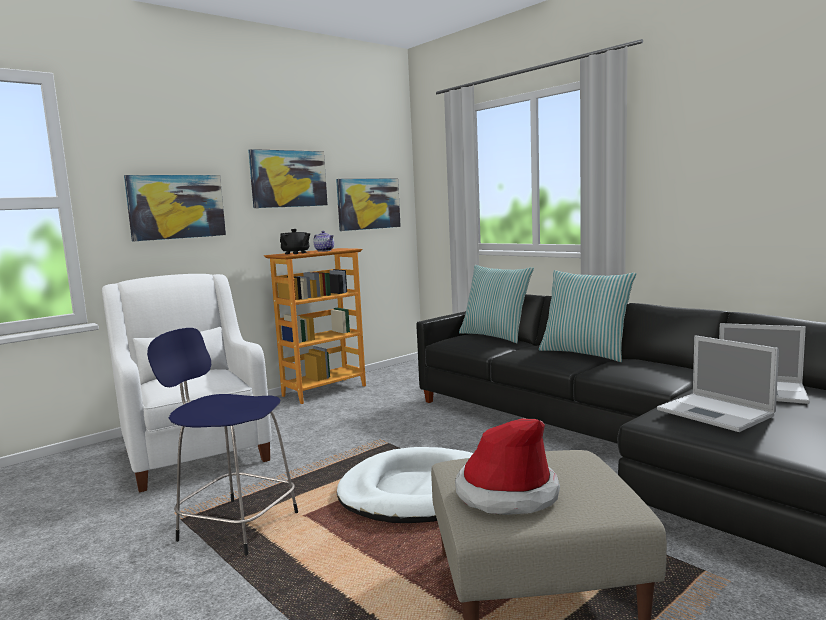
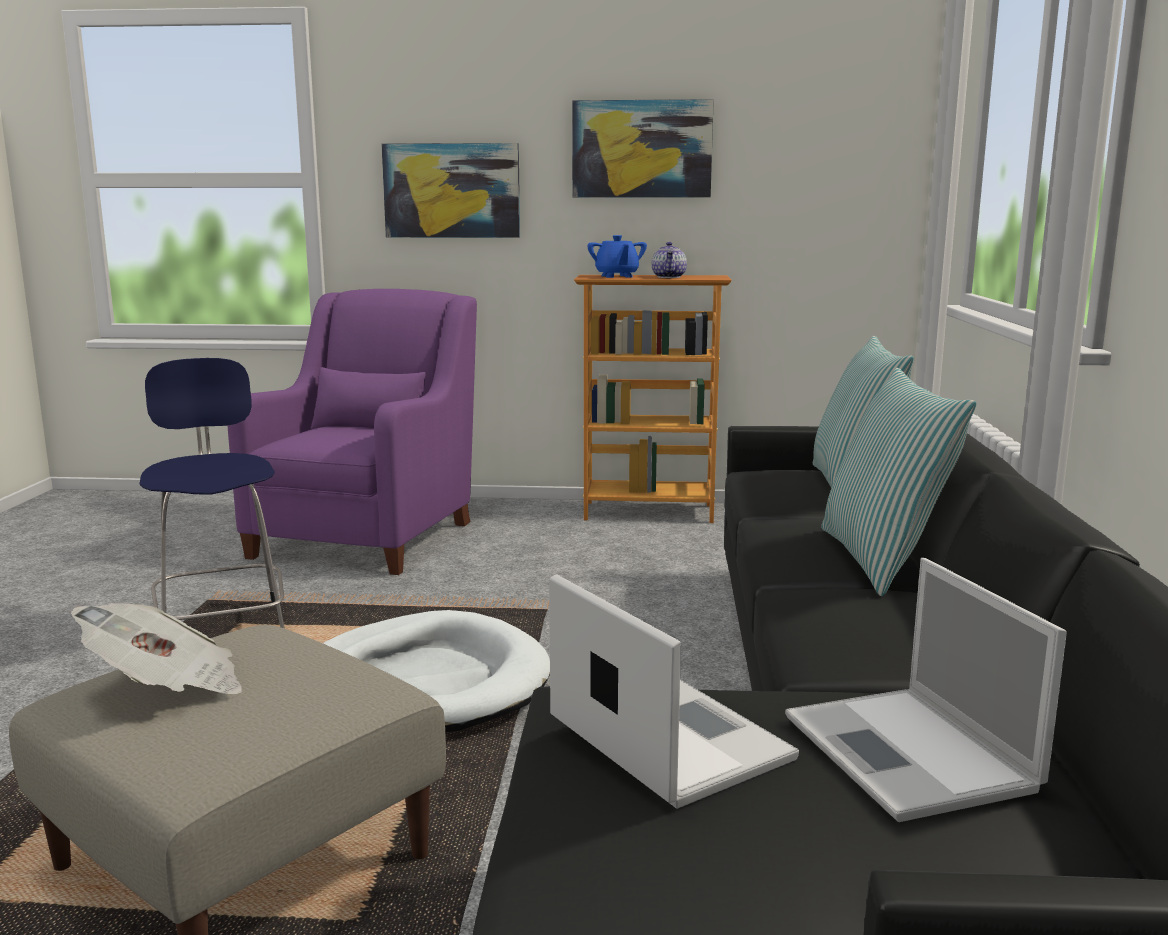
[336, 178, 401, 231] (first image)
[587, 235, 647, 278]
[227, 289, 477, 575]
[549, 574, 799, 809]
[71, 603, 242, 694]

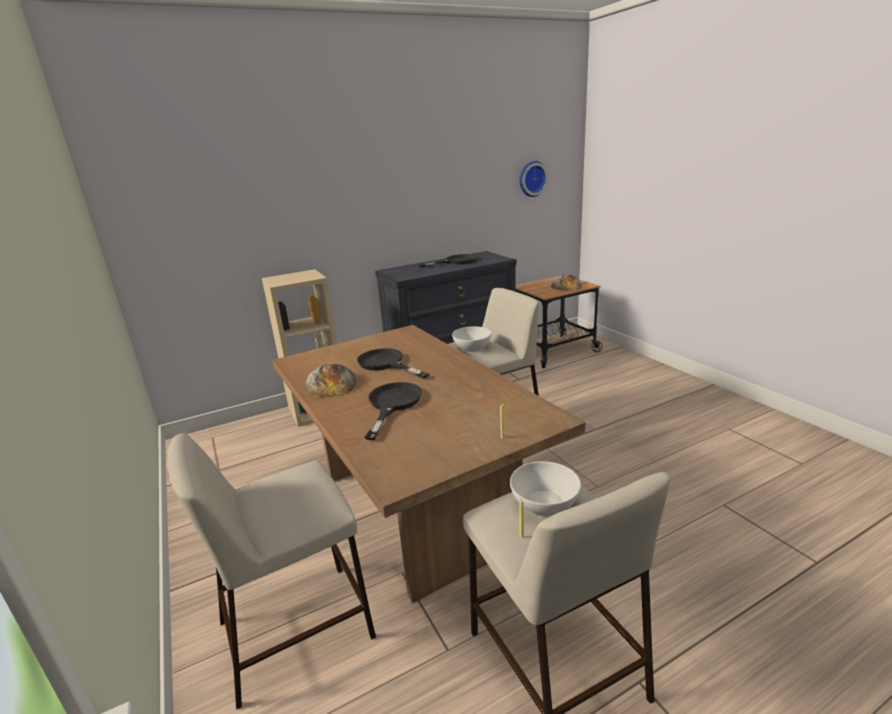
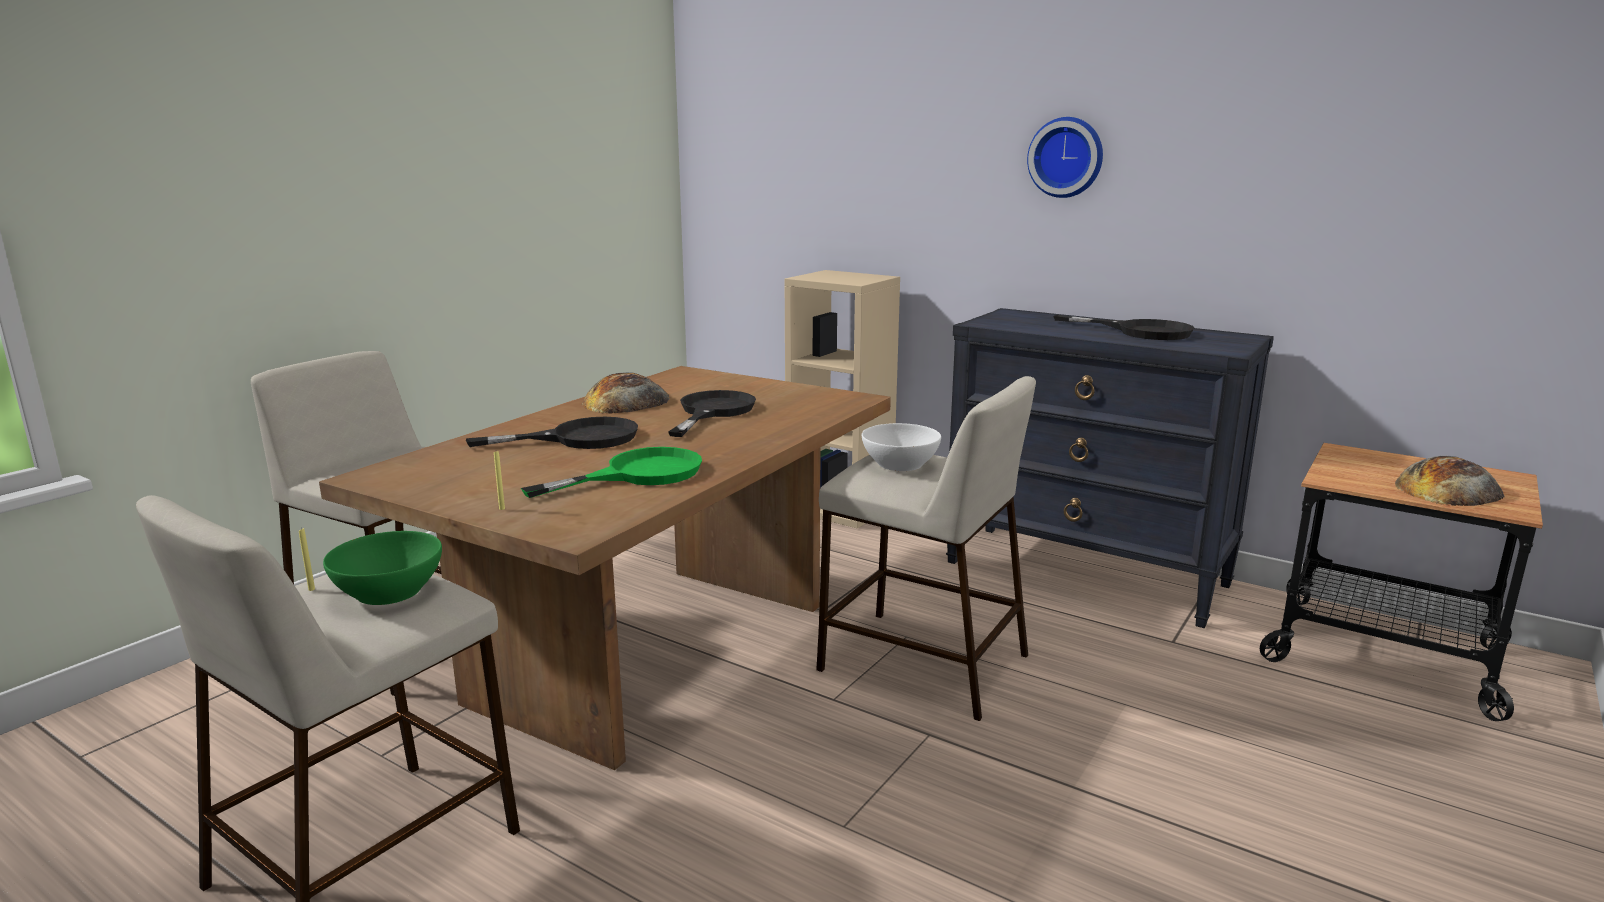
[1027, 117, 1103, 198]
[323, 531, 442, 605]
[521, 447, 702, 498]

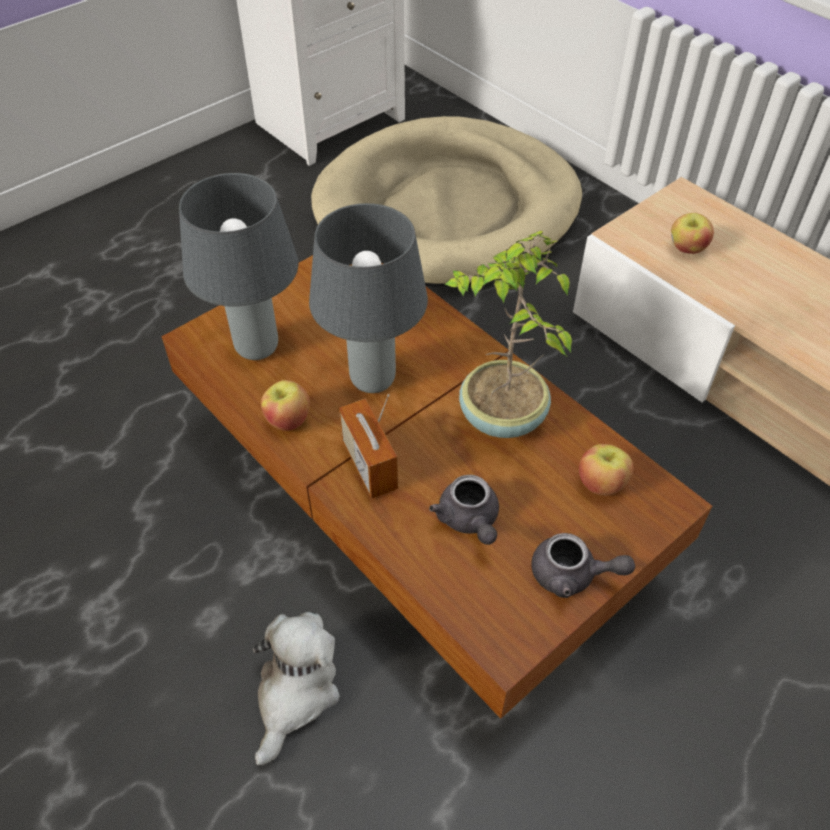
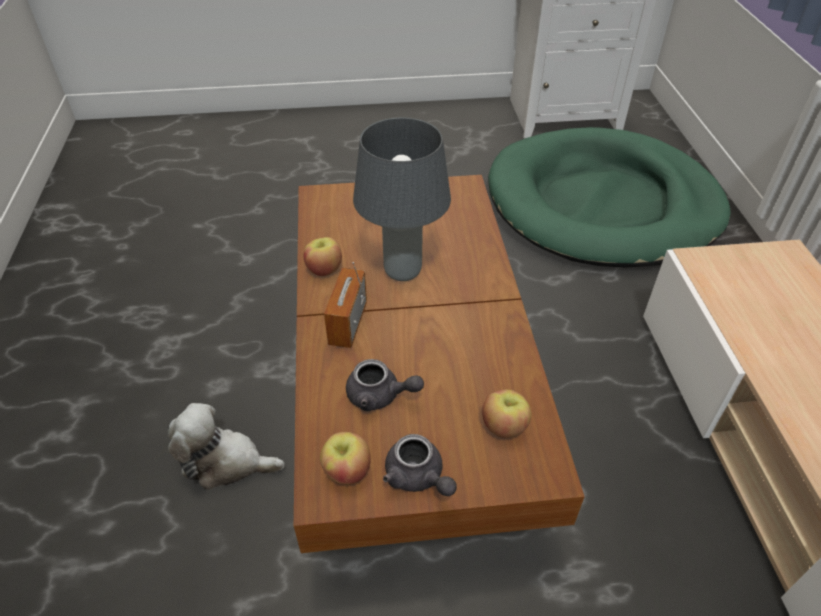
[488, 127, 731, 268]
[179, 173, 298, 360] (first image)
[320, 432, 371, 485]
[444, 230, 572, 438] (first image)
[346, 359, 424, 411]
[168, 403, 285, 490]

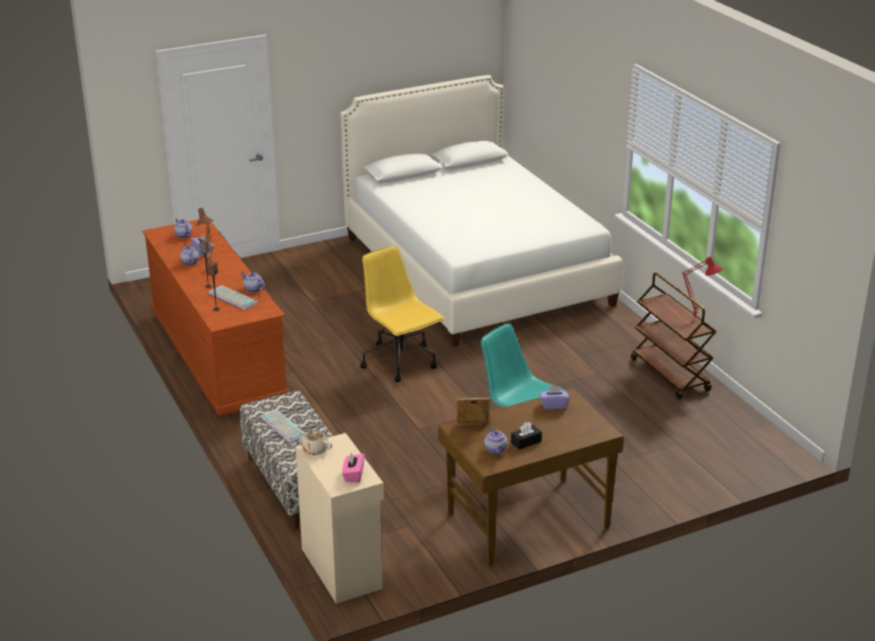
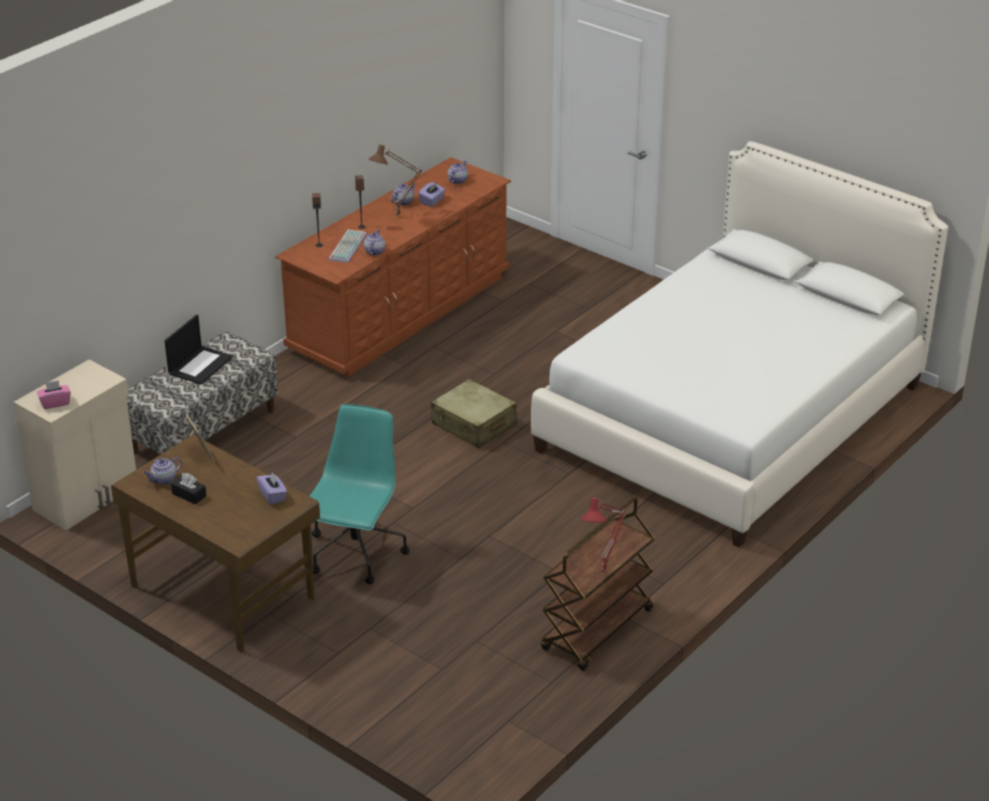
[431, 379, 517, 448]
[165, 314, 233, 385]
[296, 429, 332, 455] (first image)

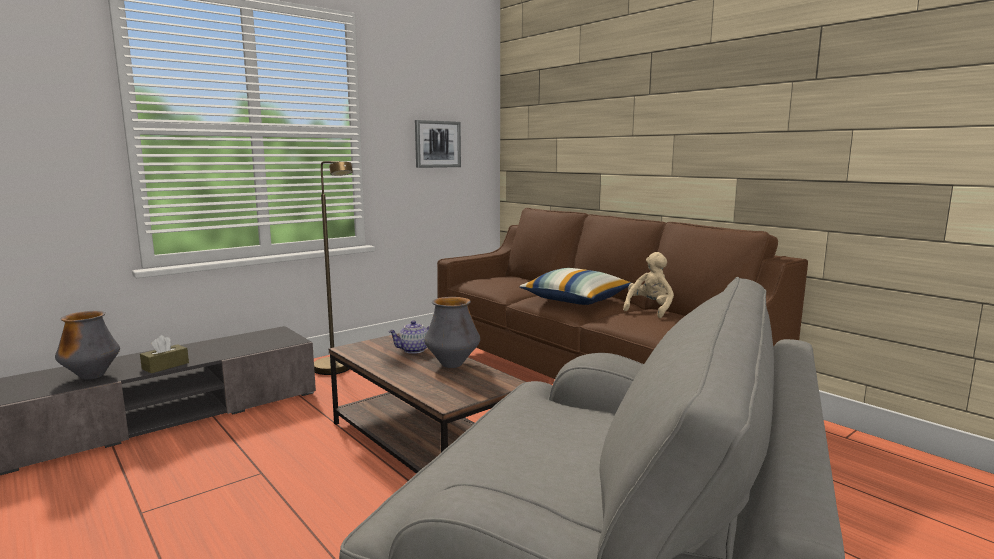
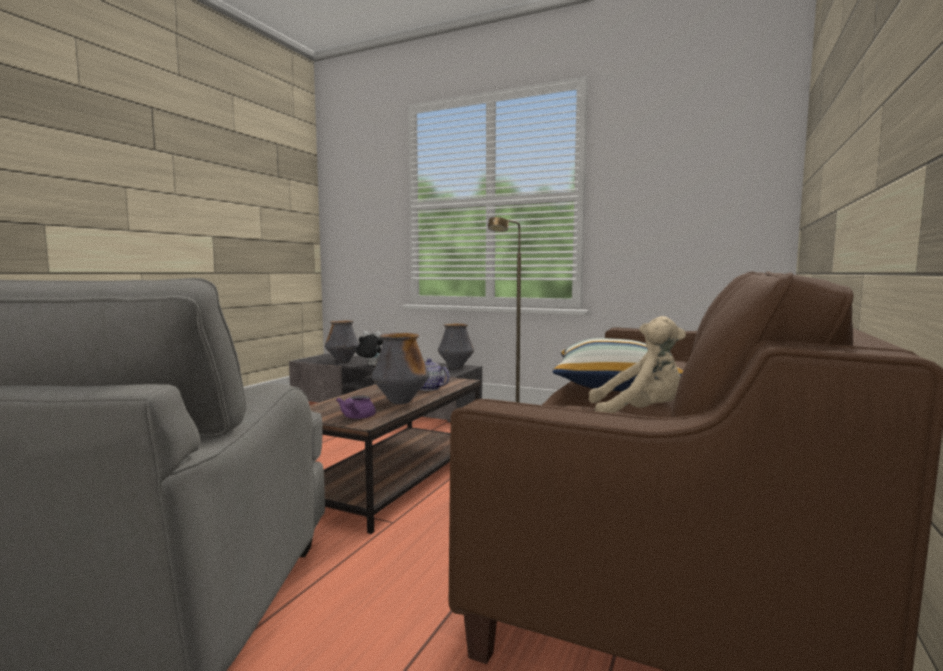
[415, 120, 461, 168] (first image)
[356, 331, 383, 366]
[438, 324, 474, 368]
[336, 395, 376, 419]

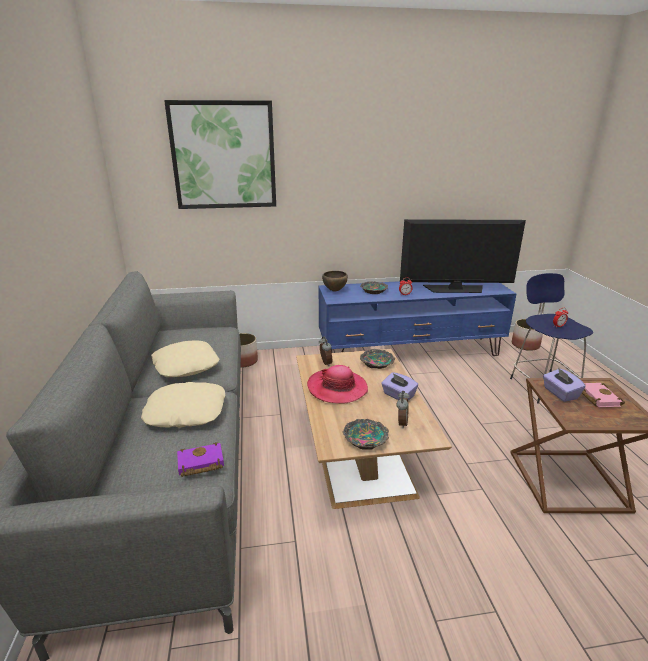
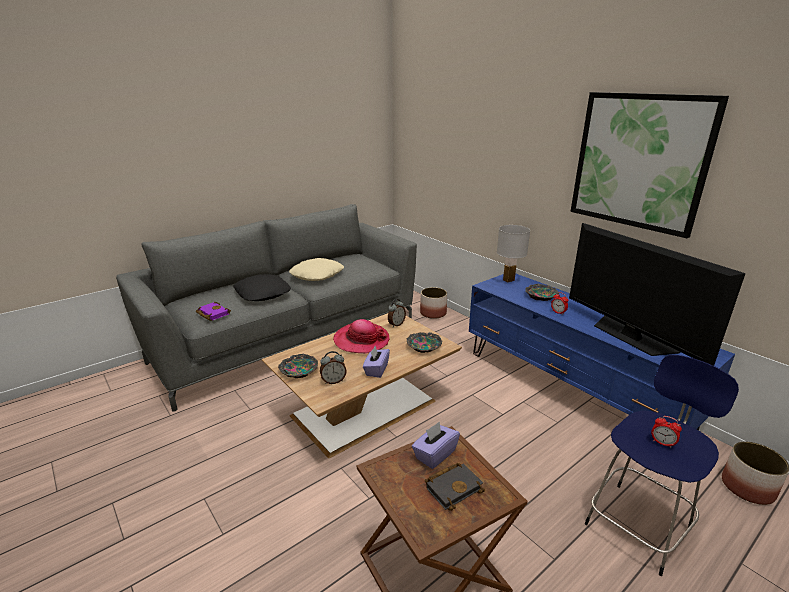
[570, 92, 729, 238]
[497, 225, 530, 283]
[233, 274, 291, 301]
[425, 463, 485, 511]

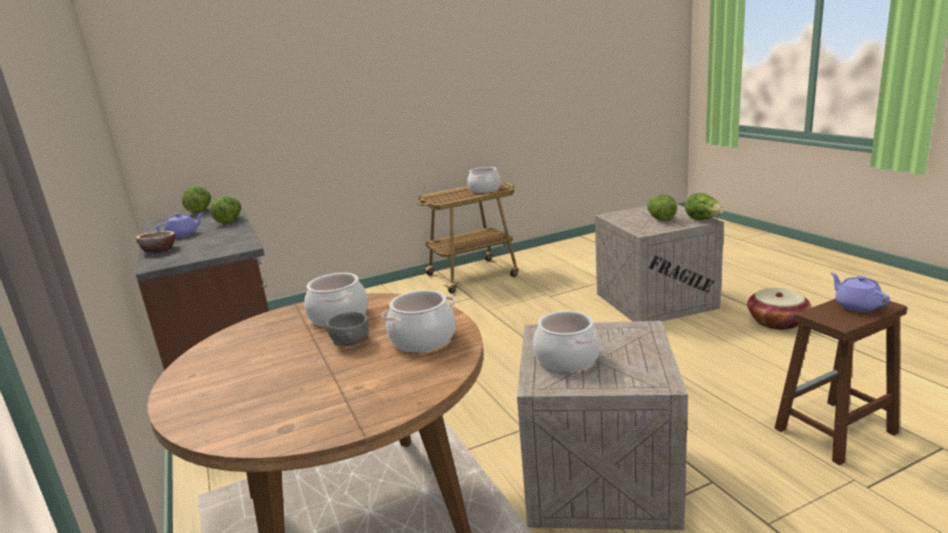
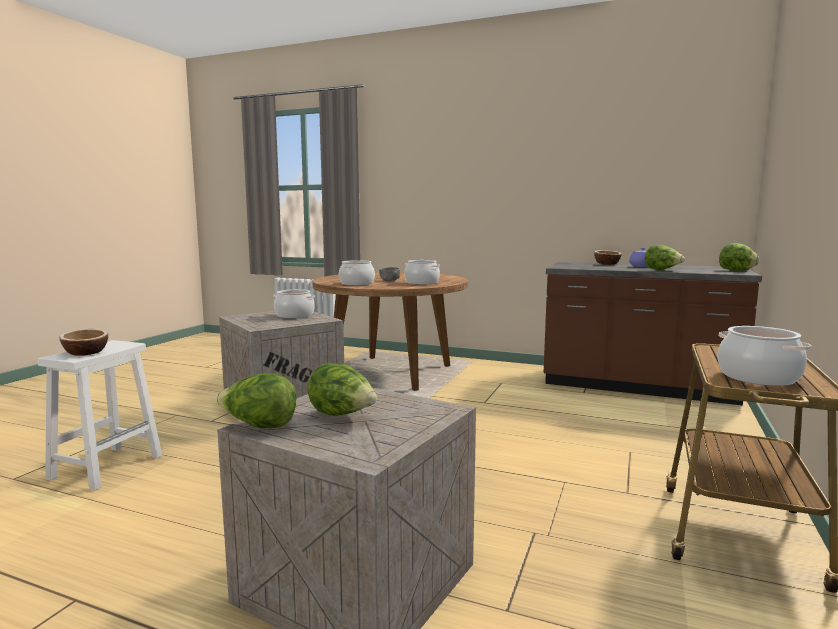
[59, 329, 108, 356]
[747, 288, 812, 330] (first image)
[38, 340, 162, 491]

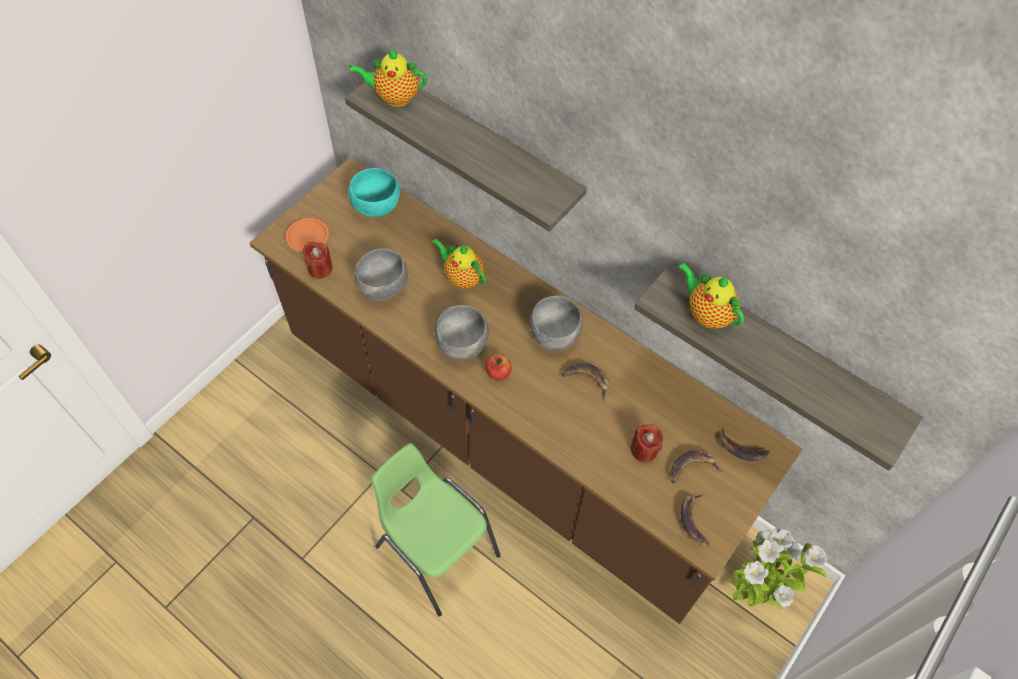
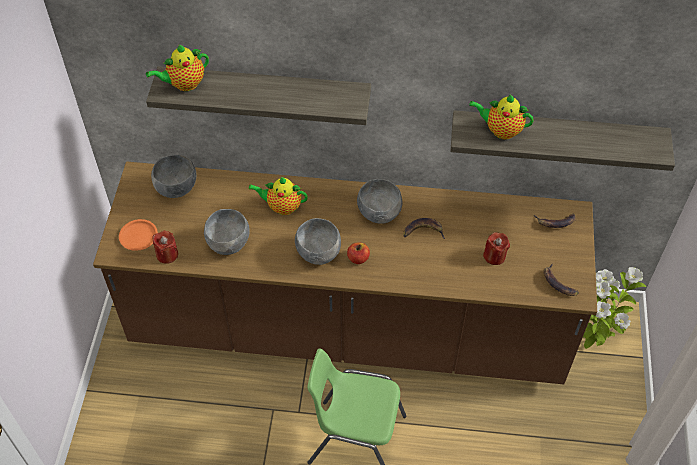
[151, 155, 196, 198]
[670, 450, 722, 483] (first image)

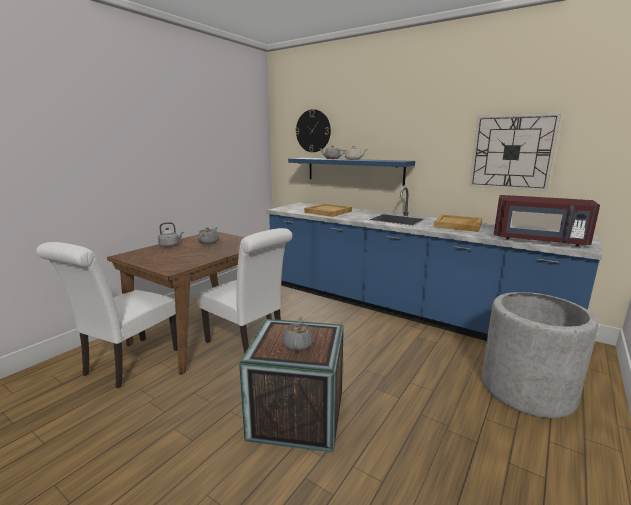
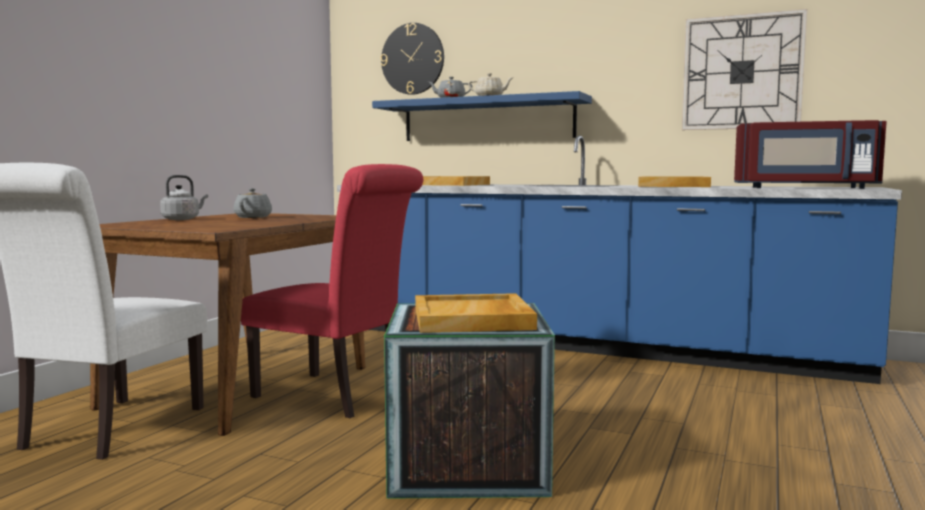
[241, 164, 423, 418]
[482, 292, 598, 418] (first image)
[415, 293, 537, 333]

